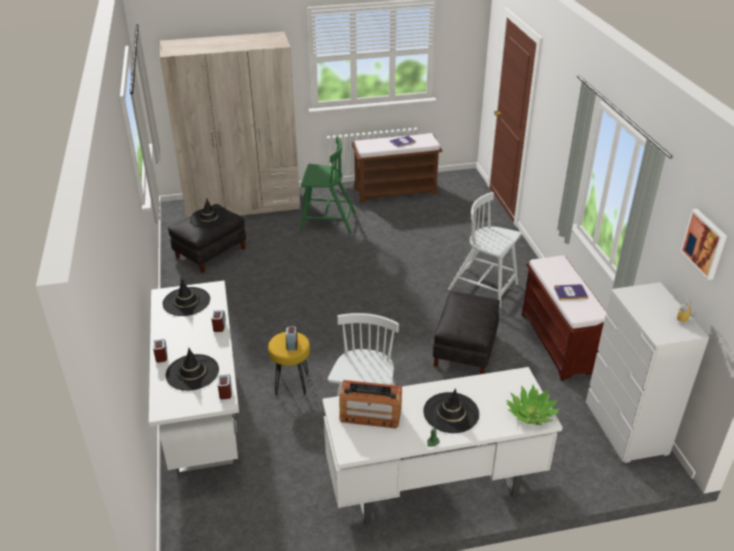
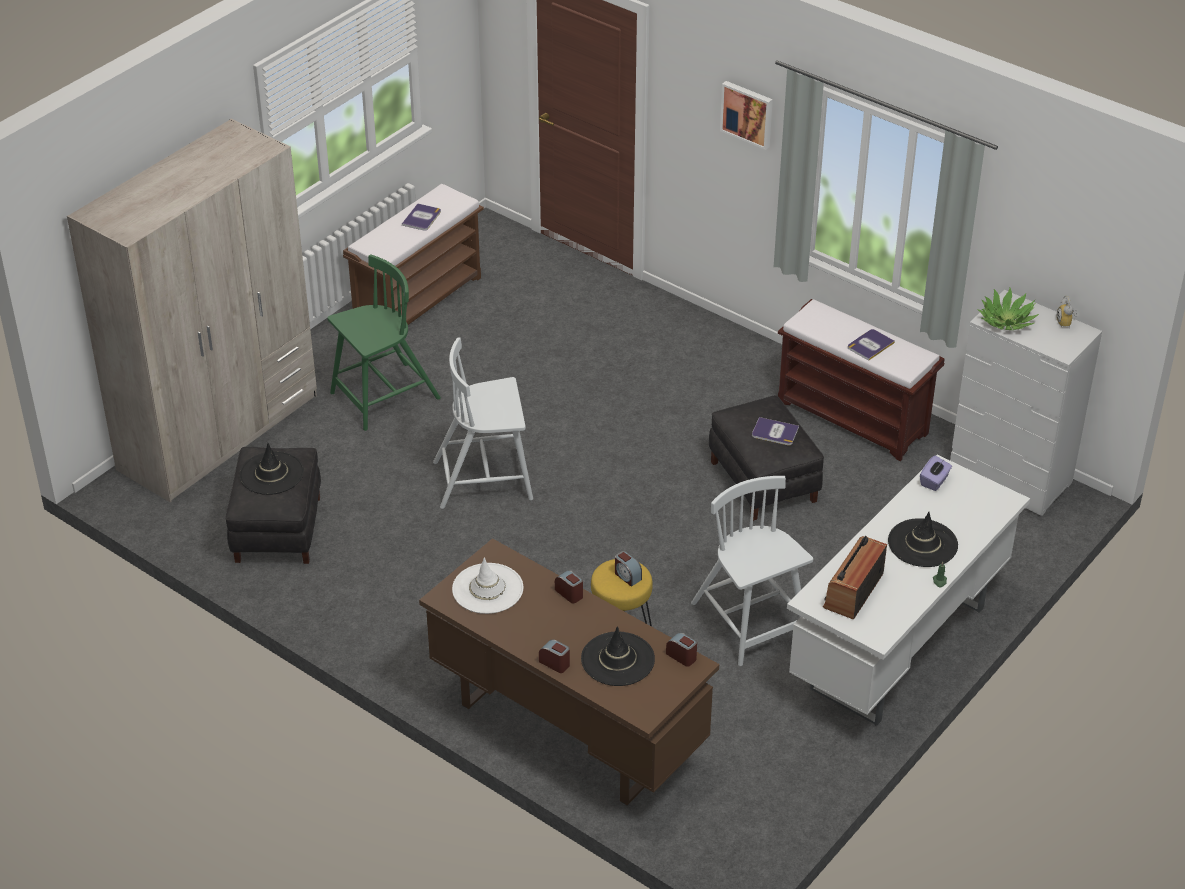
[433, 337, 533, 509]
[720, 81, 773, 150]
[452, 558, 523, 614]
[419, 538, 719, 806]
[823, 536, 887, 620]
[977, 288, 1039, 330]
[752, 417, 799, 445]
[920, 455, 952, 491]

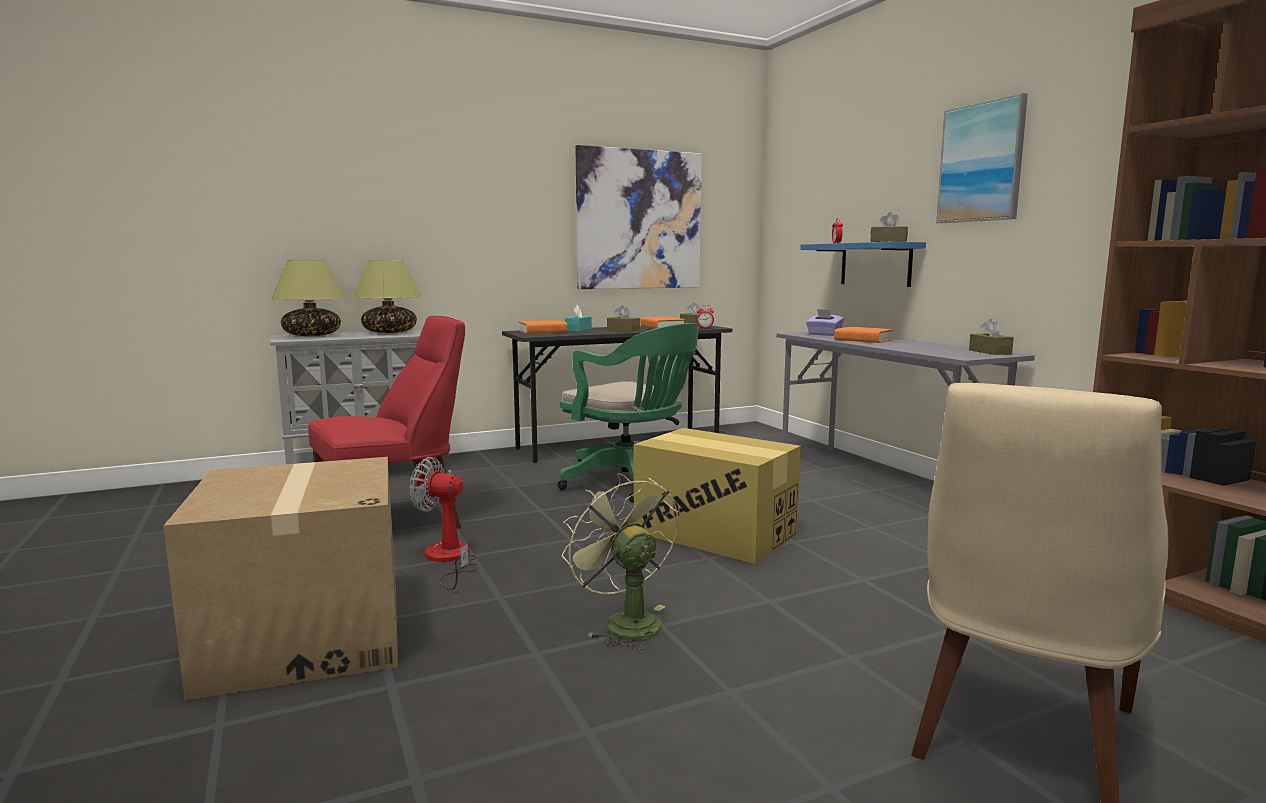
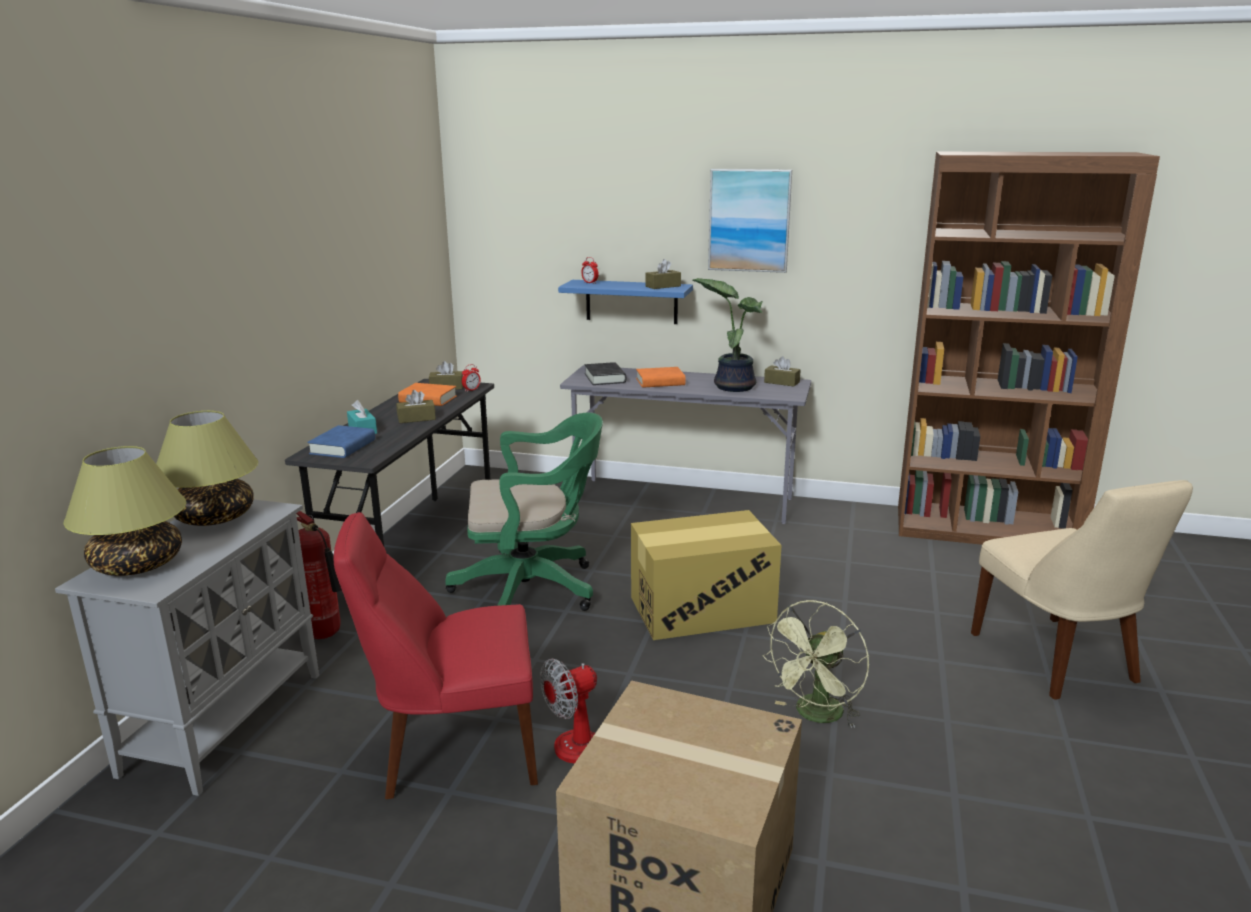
[575, 145, 702, 289] (first image)
[585, 362, 626, 385]
[334, 512, 538, 799]
[307, 425, 375, 458]
[762, 600, 869, 728]
[693, 278, 763, 392]
[296, 511, 342, 639]

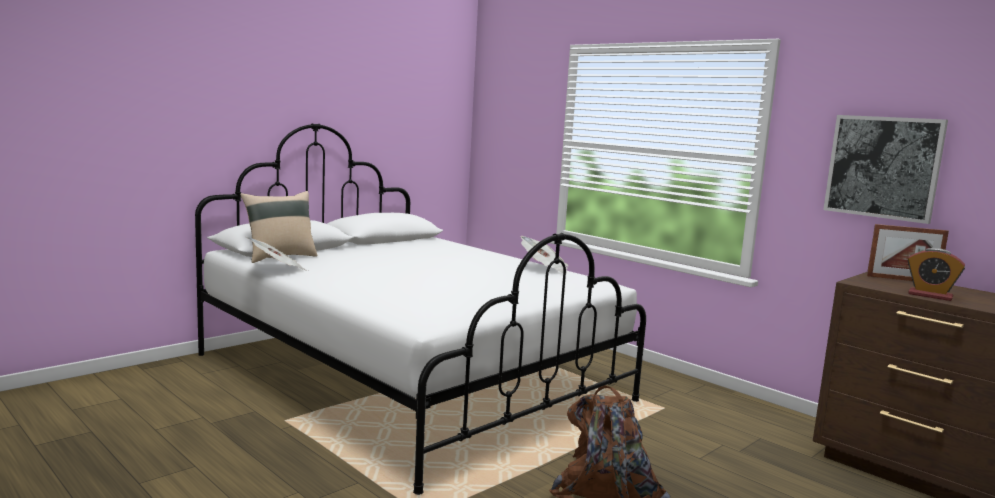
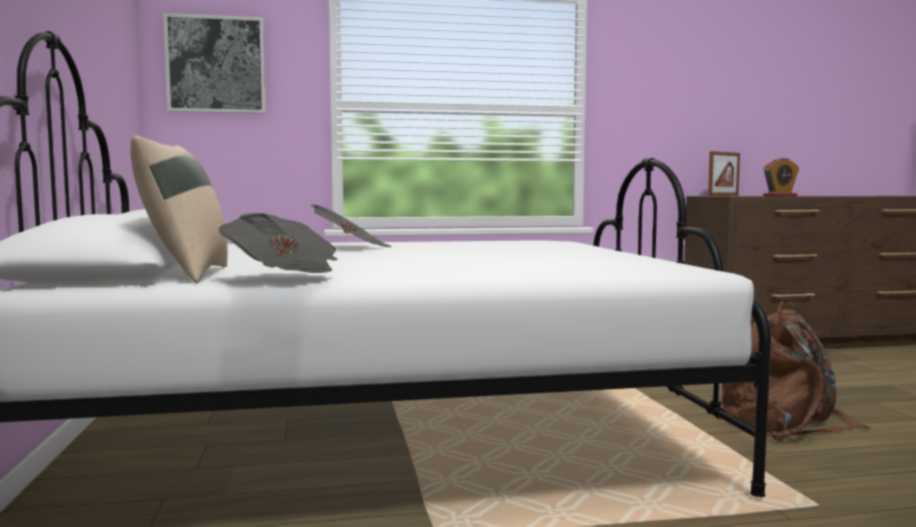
[163, 13, 266, 114]
[310, 204, 392, 247]

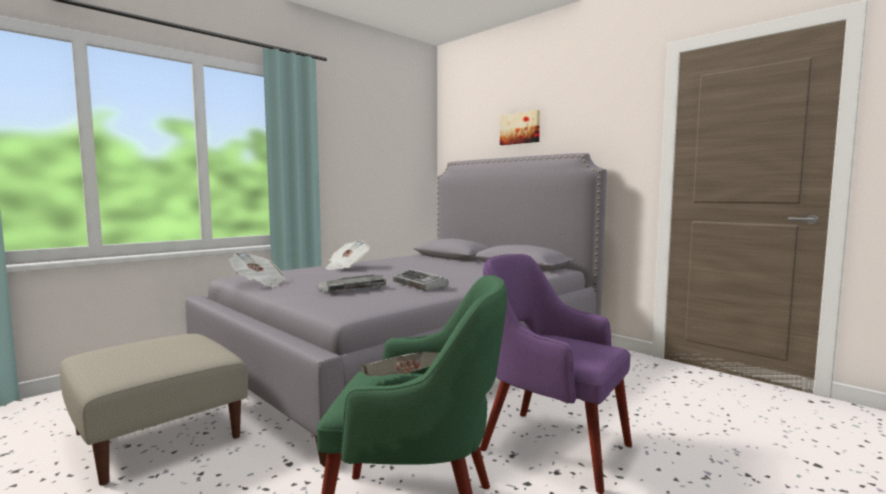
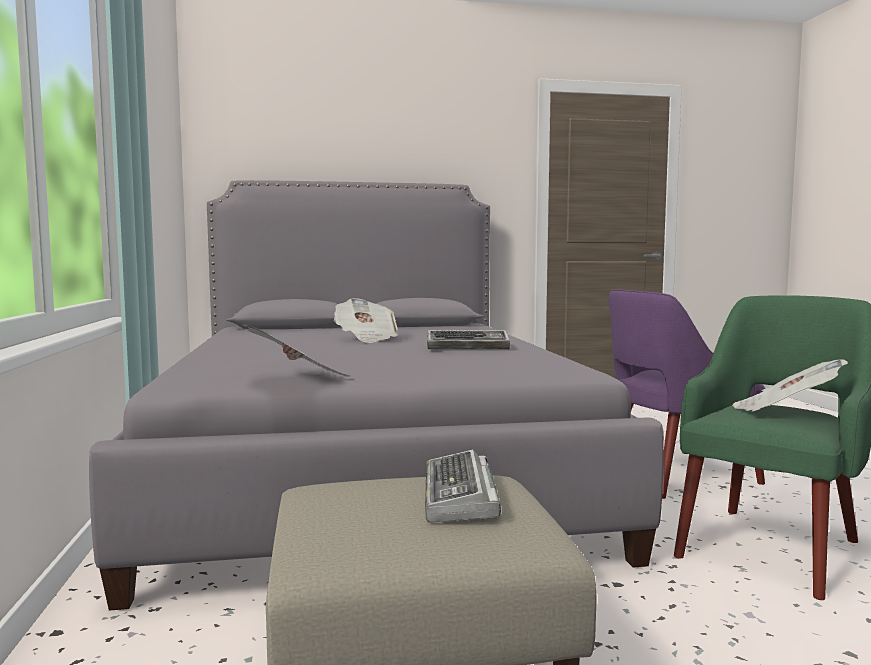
[500, 110, 540, 145] (first image)
[334, 298, 398, 343]
[425, 449, 501, 523]

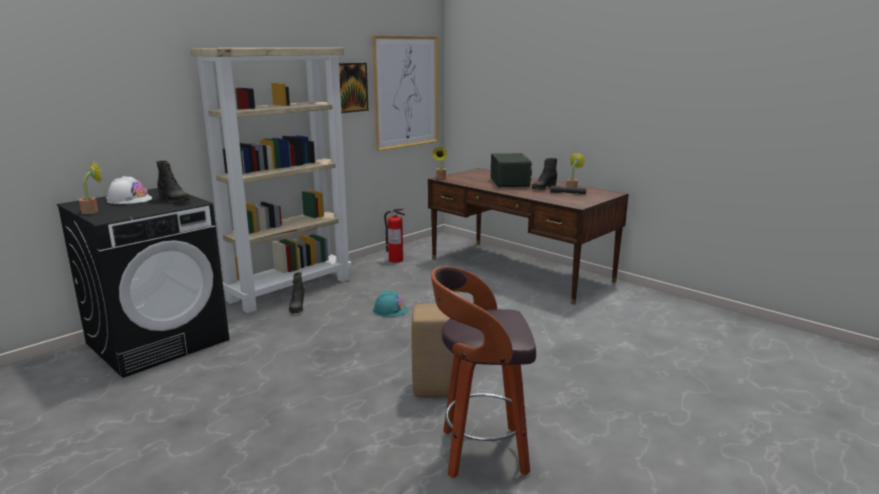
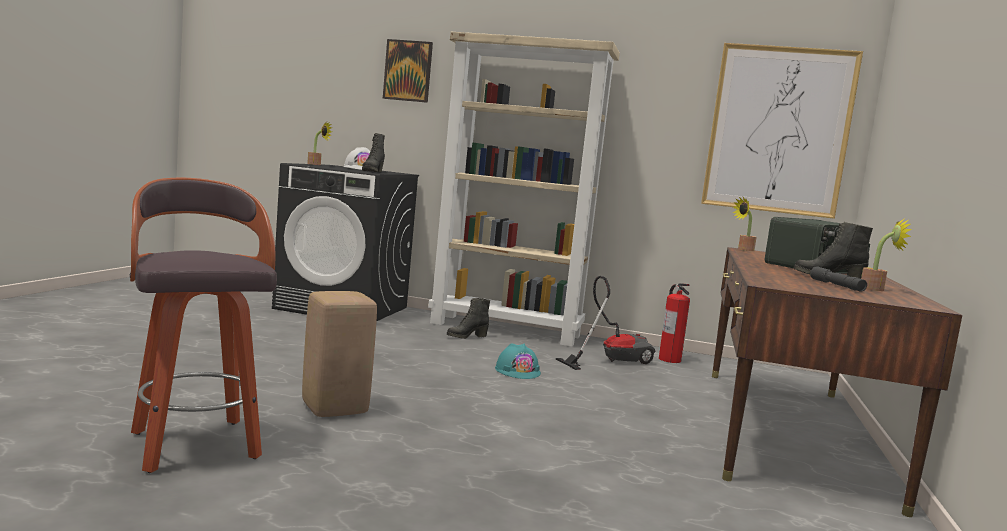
[383, 39, 433, 103]
[555, 276, 655, 370]

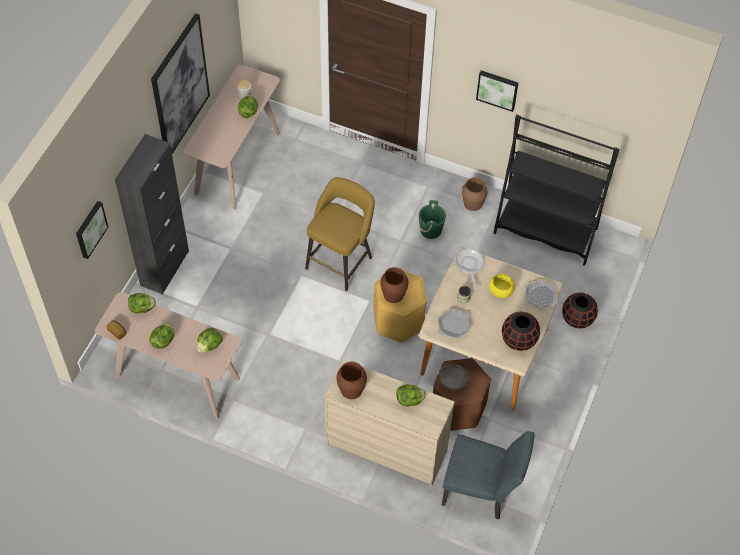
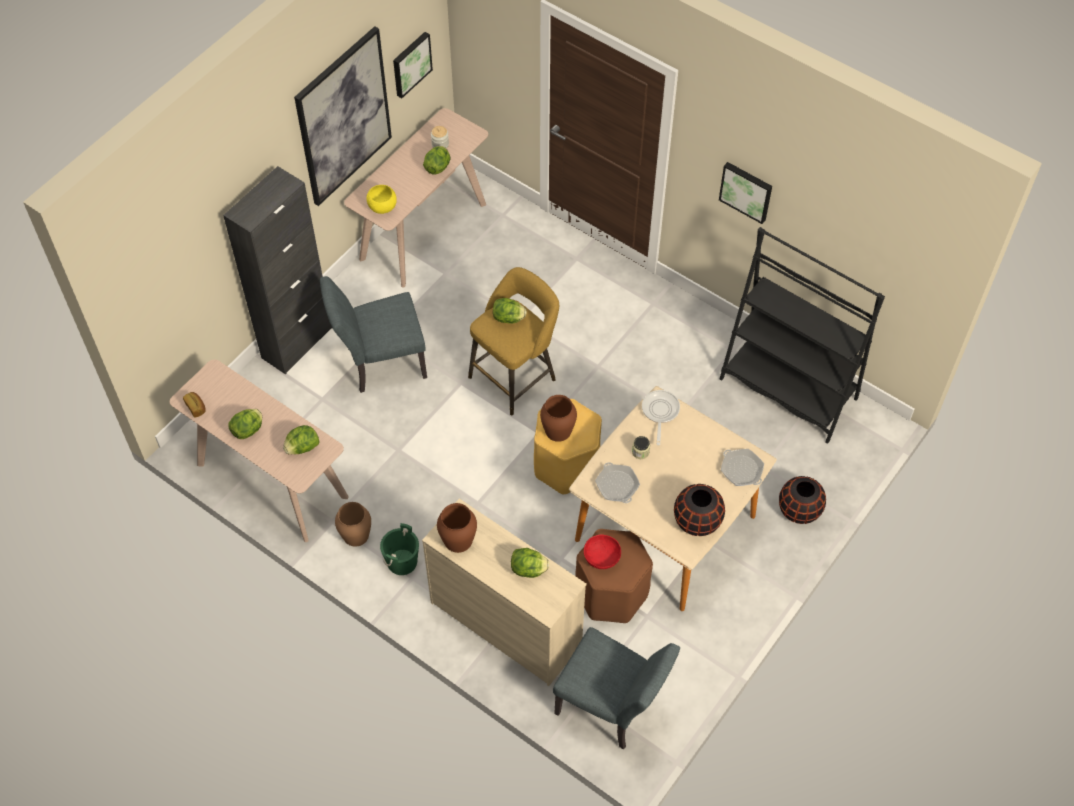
[335, 502, 371, 547]
[380, 523, 419, 575]
[393, 32, 433, 98]
[367, 185, 397, 214]
[493, 298, 527, 324]
[595, 462, 640, 503]
[584, 535, 621, 569]
[320, 276, 427, 393]

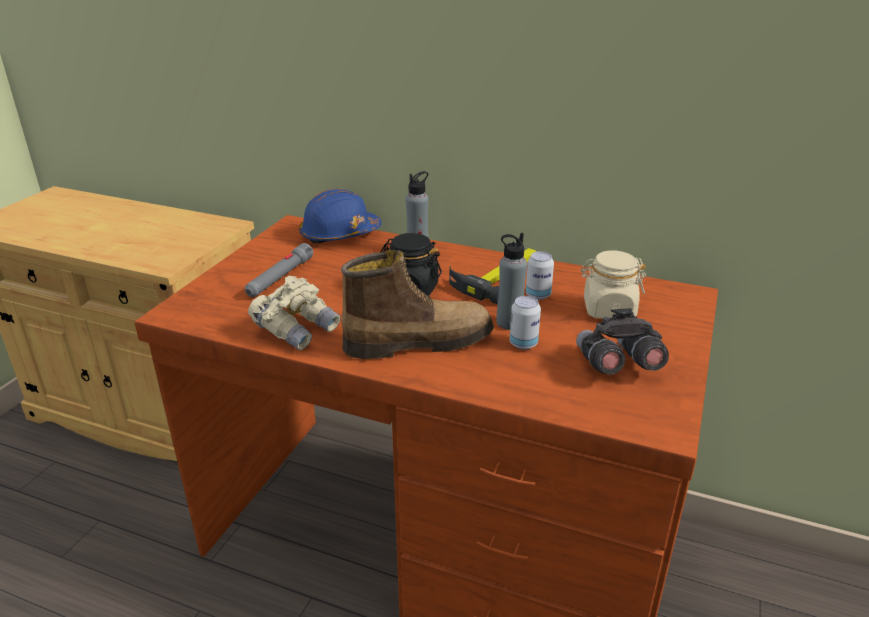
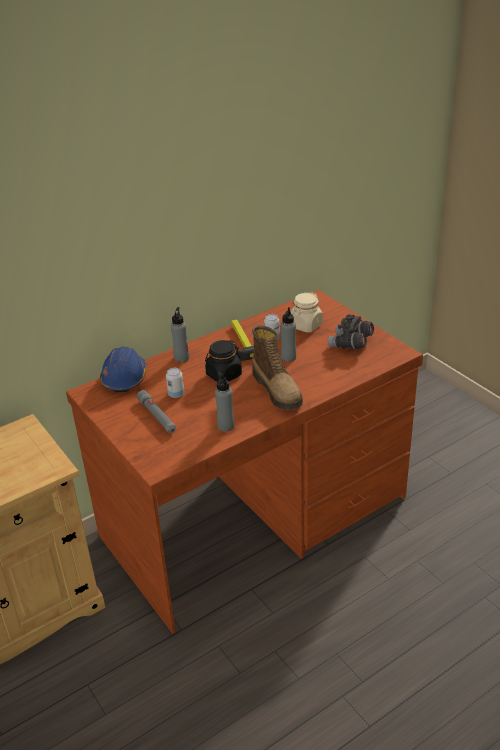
[252, 325, 303, 410]
[215, 372, 234, 431]
[166, 368, 184, 398]

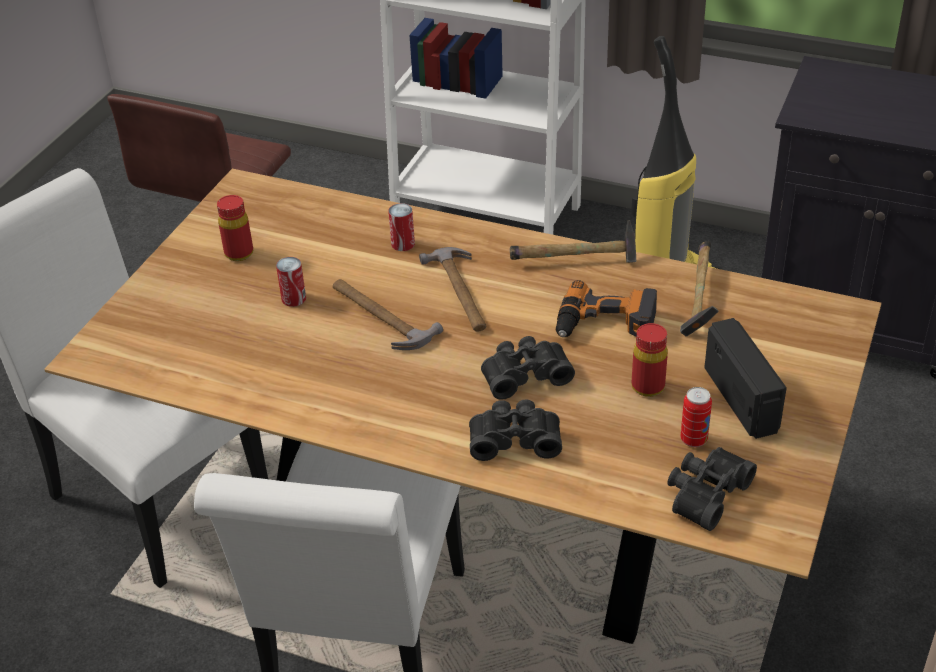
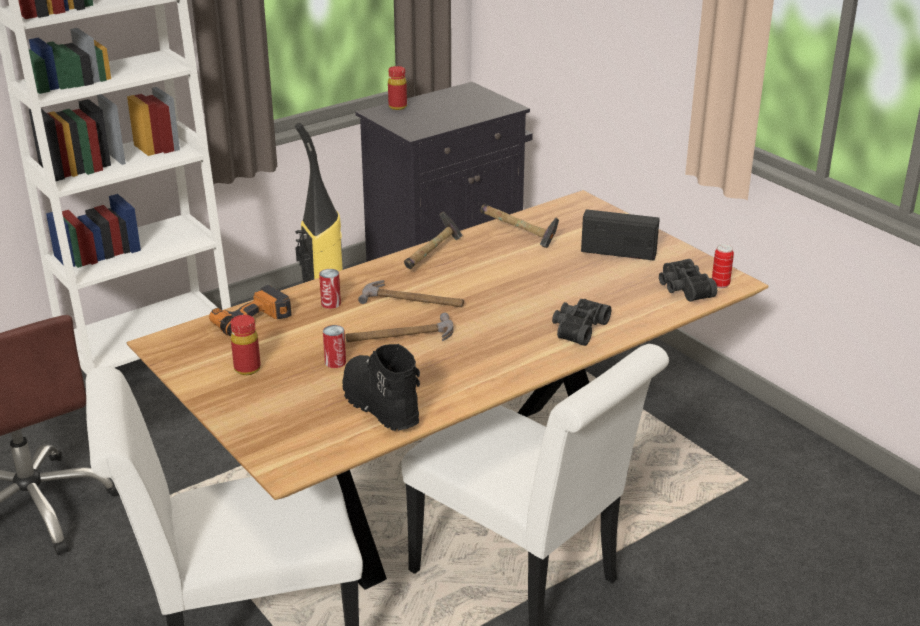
[209, 285, 292, 337]
[388, 66, 407, 110]
[481, 336, 575, 400] (first image)
[712, 244, 734, 288]
[342, 344, 420, 431]

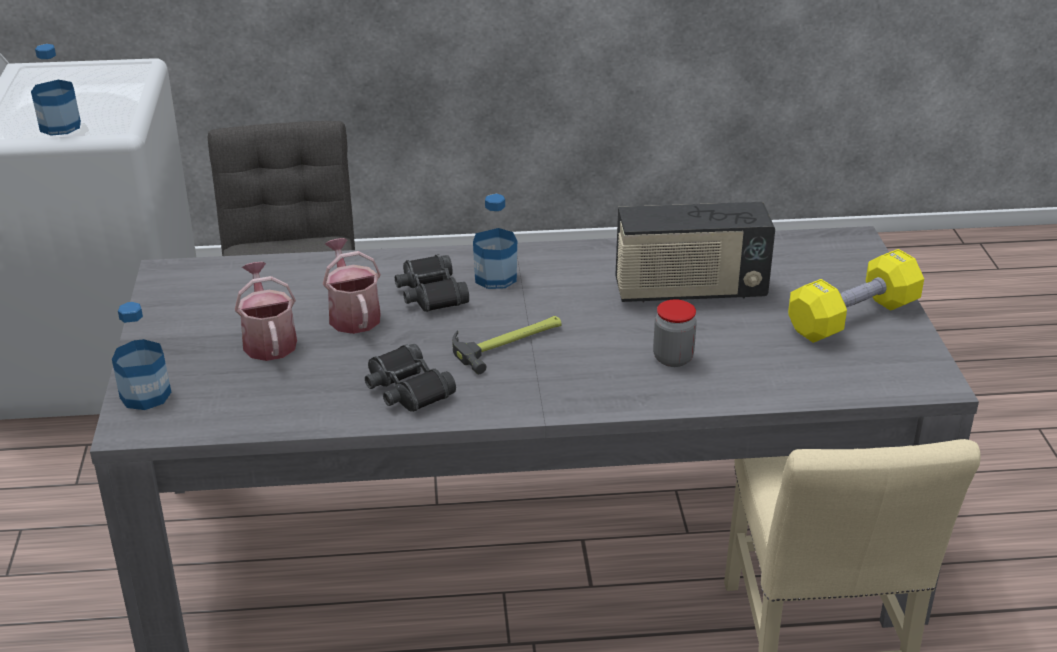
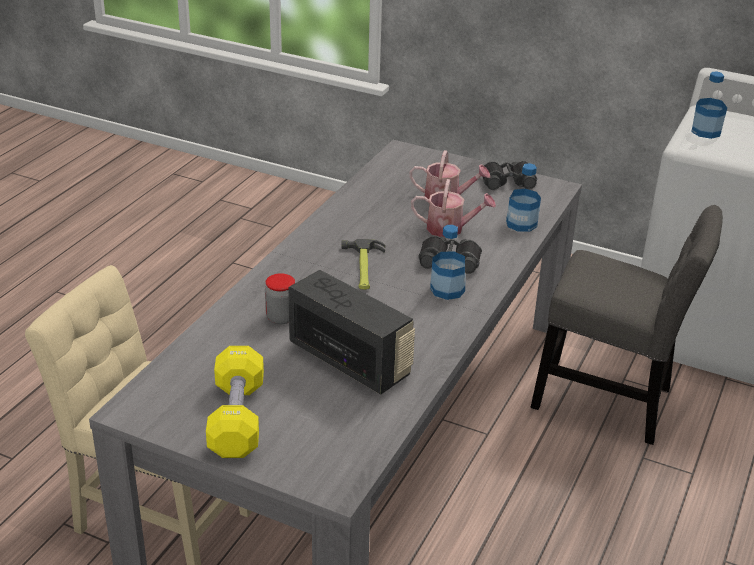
[288, 270, 415, 395]
[506, 163, 541, 232]
[482, 161, 537, 190]

